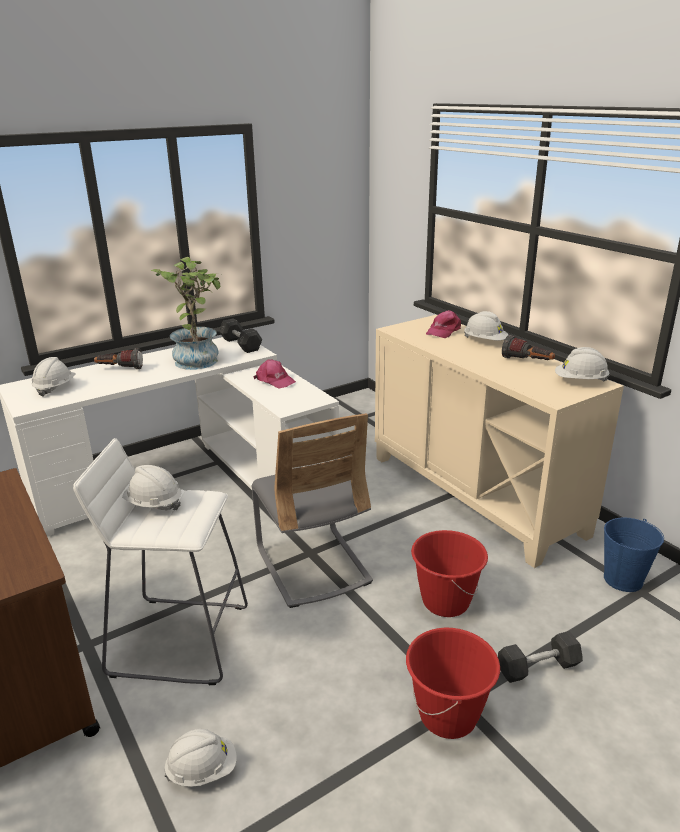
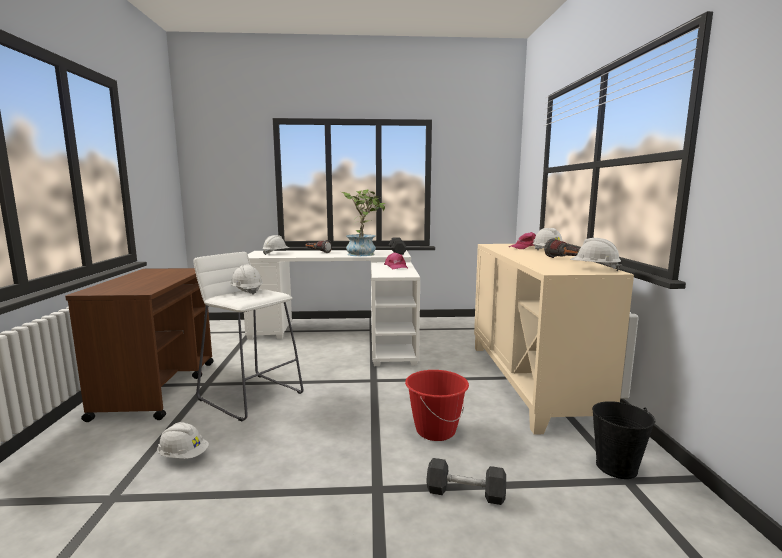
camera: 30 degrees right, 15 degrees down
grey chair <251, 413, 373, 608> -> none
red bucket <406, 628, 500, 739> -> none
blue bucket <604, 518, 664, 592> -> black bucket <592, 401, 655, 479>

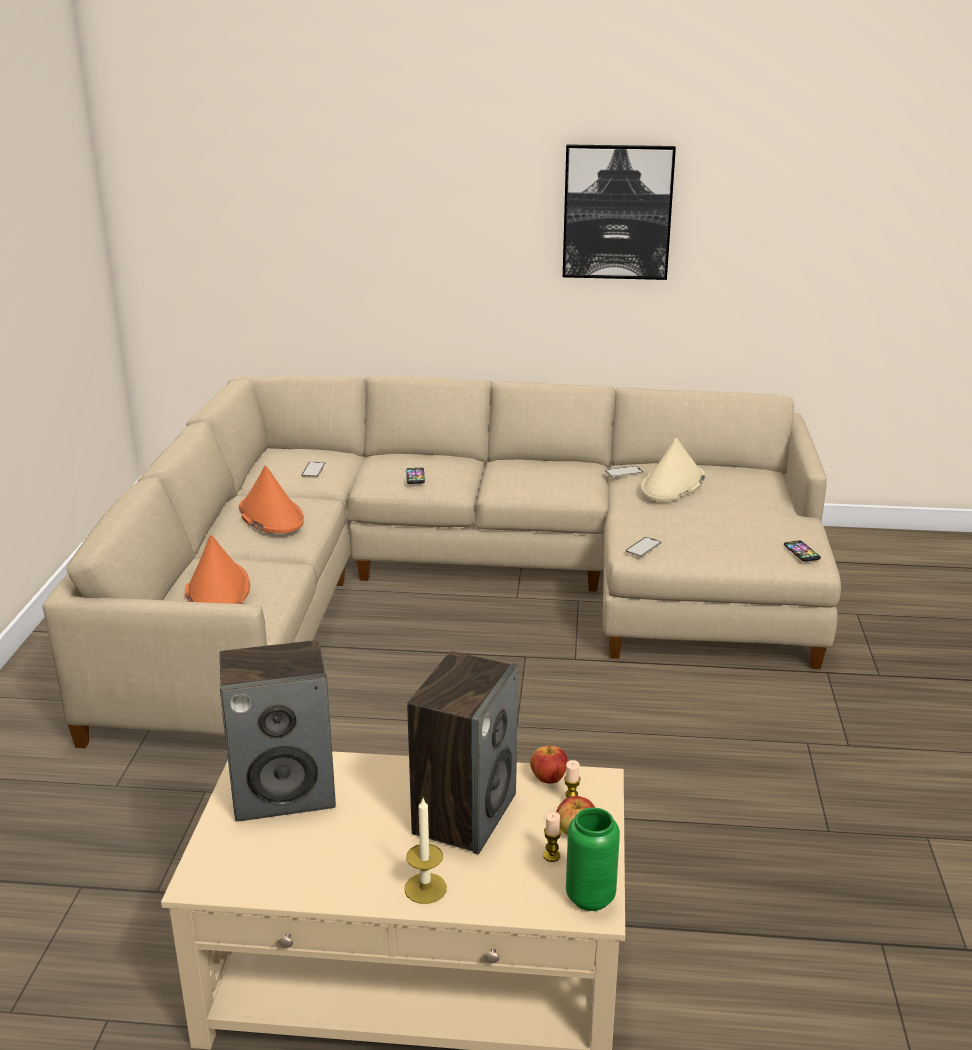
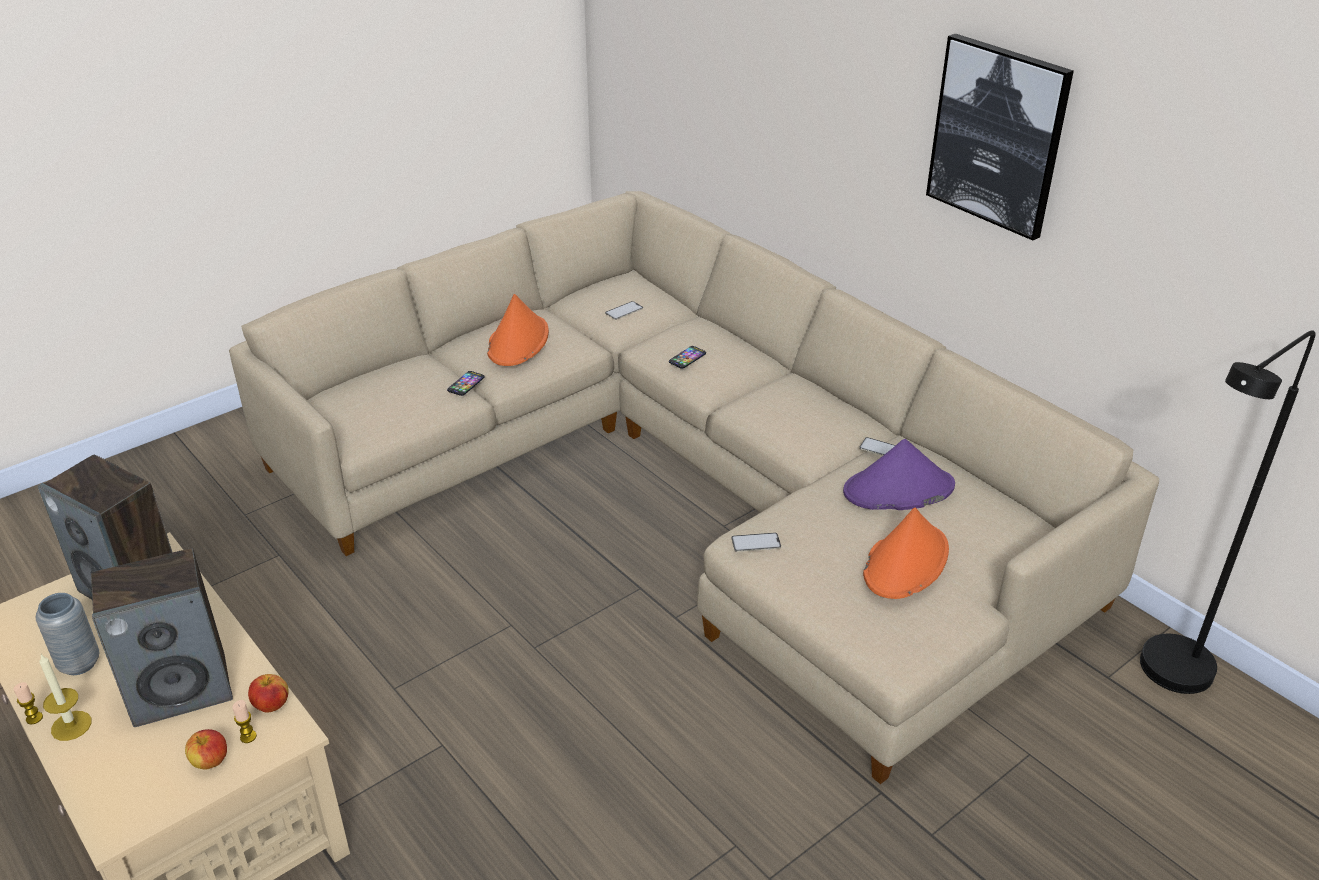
camera: 45 degrees right, 10 degrees up
green vase <566, 807, 620, 911> -> none
none -> grey vase <36, 593, 99, 675>
none -> black floor lamp <1140, 330, 1316, 694>
orange hat <185, 535, 250, 604> -> orange hat <863, 507, 949, 599>, relocated
candle <543, 812, 561, 862> -> candle <14, 682, 43, 724>, relocated
phone <784, 540, 821, 562> -> phone <447, 371, 485, 396>, relocated
beige hat <641, 438, 705, 502> -> purple hat <843, 439, 955, 510>

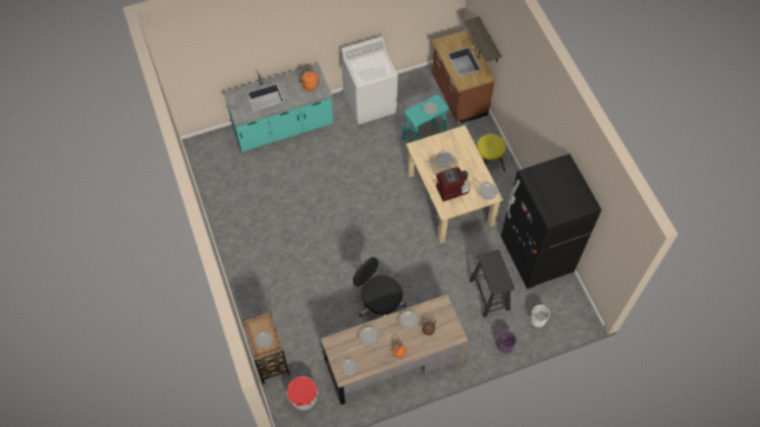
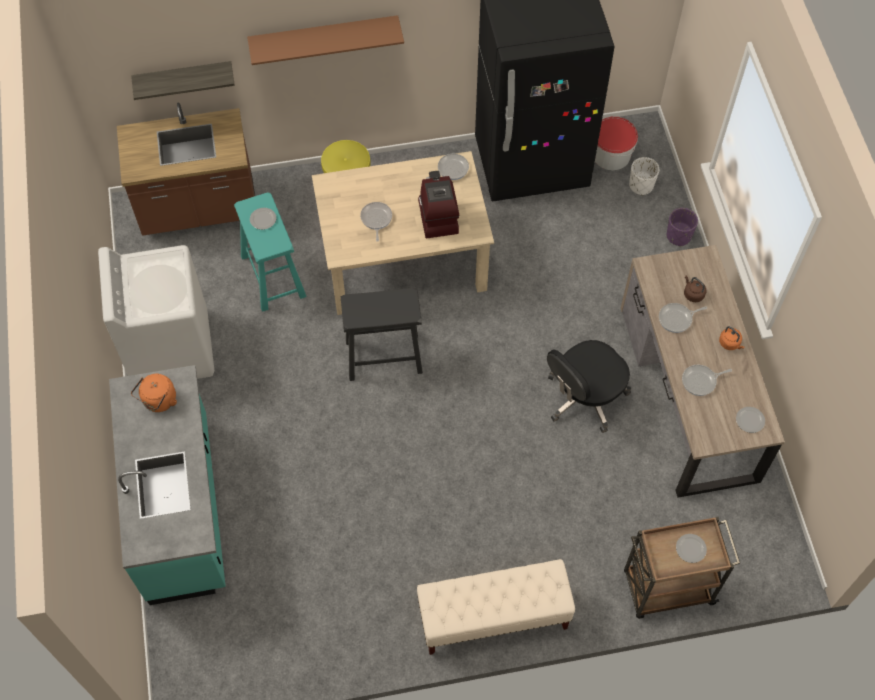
camera: 80 degrees left, 0 degrees up
none -> brown shelf <247, 15, 404, 65>
none -> beige bench <417, 559, 575, 655>
bucket <287, 376, 318, 410> -> bucket <595, 117, 638, 170>, relocated
black stool <469, 250, 515, 317> -> black stool <341, 288, 423, 381>, relocated

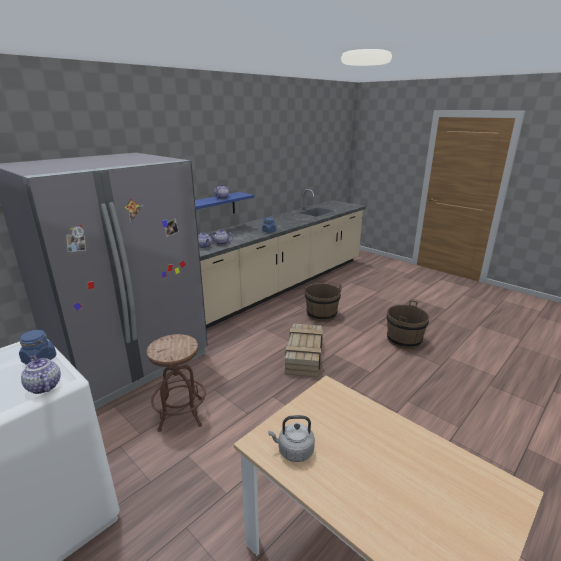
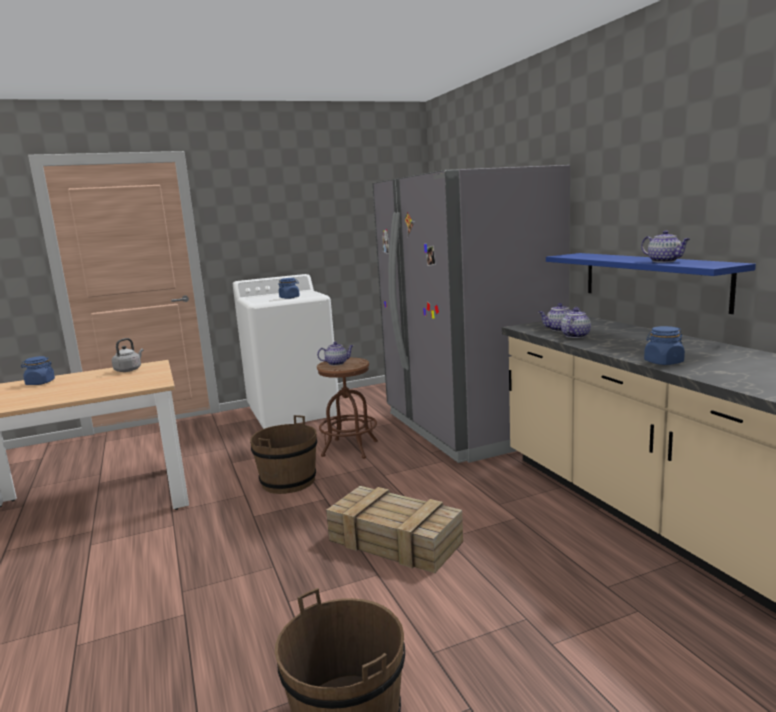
camera: 115 degrees right, 10 degrees down
none -> blue jar <21, 356, 55, 385>
teapot <21, 355, 61, 394> -> teapot <317, 342, 354, 366>, relocated
brown bucket <304, 283, 342, 322> -> brown bucket <250, 415, 317, 494>, relocated

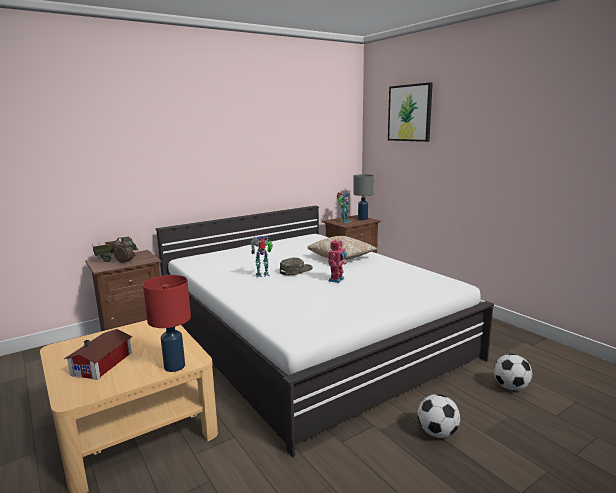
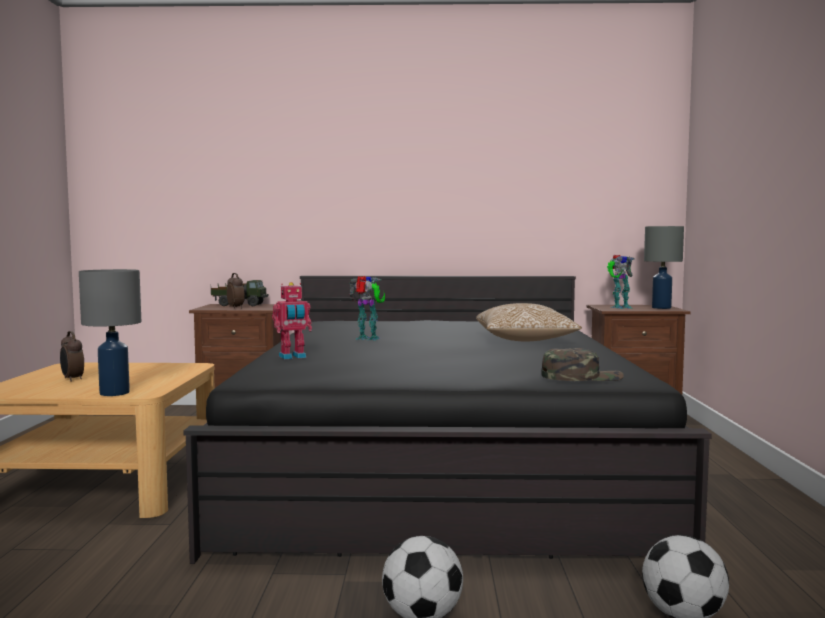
camera: 35 degrees right, 10 degrees down
picture <388, 82, 433, 142> -> none
green cap <280, 258, 313, 275> -> green cap <541, 348, 624, 381>, relocated
toy robot <328, 239, 347, 283> -> toy robot <272, 282, 312, 359>, relocated
toy house <64, 329, 132, 380> -> alarm clock <60, 331, 84, 382>
red table lamp <143, 275, 191, 372> -> grey table lamp <79, 269, 141, 396>
white bed <155, 206, 494, 457> -> black bed <183, 276, 712, 564>

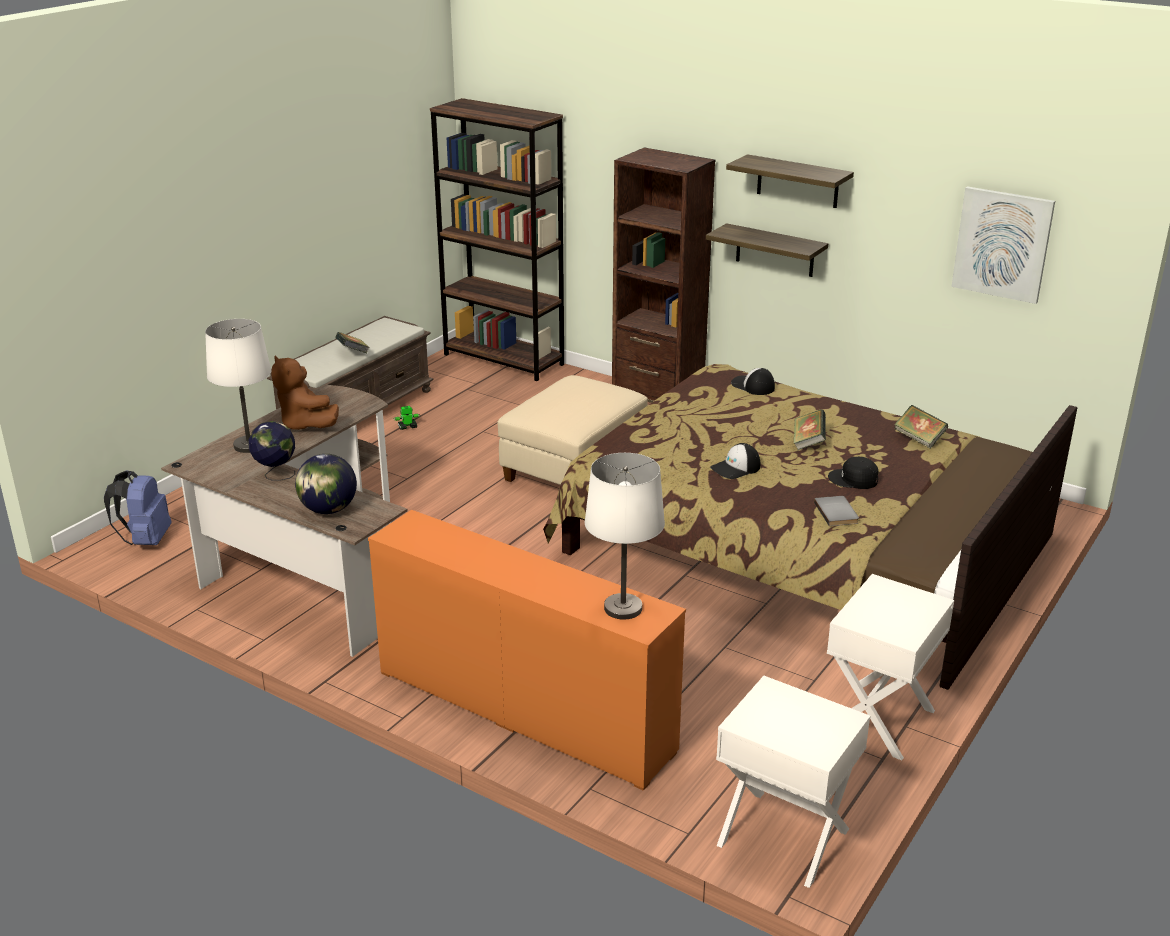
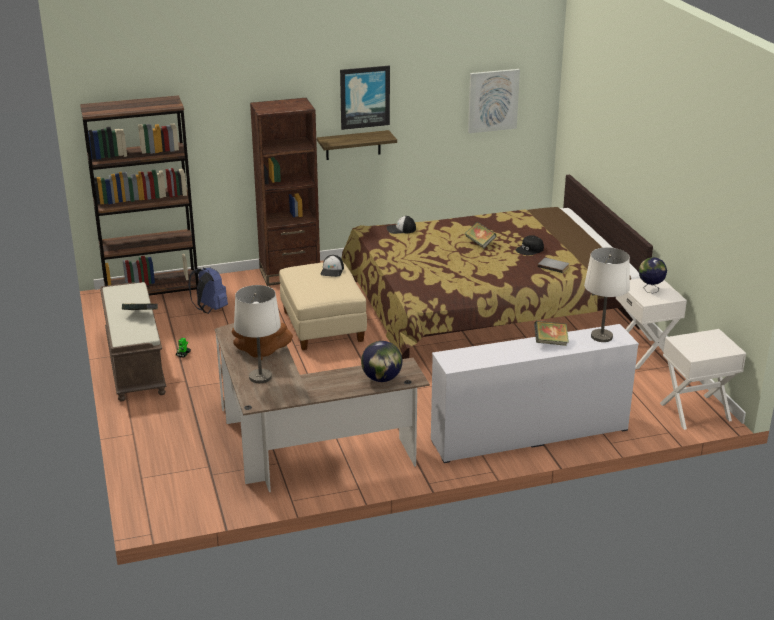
camera: 50 degrees left, 0 degrees up
blue backpack <104, 471, 171, 545> -> blue backpack <188, 268, 228, 314>, relocated
globe <249, 421, 295, 481> -> globe <638, 257, 667, 293>, relocated
cap <710, 443, 760, 479> -> cap <320, 255, 344, 277>, relocated
book <894, 405, 948, 449> -> book <534, 321, 569, 346>, relocated
shelf <726, 154, 854, 208> -> picture <340, 66, 390, 130>
orange dresser <368, 510, 686, 791> -> white dresser <431, 324, 639, 463>

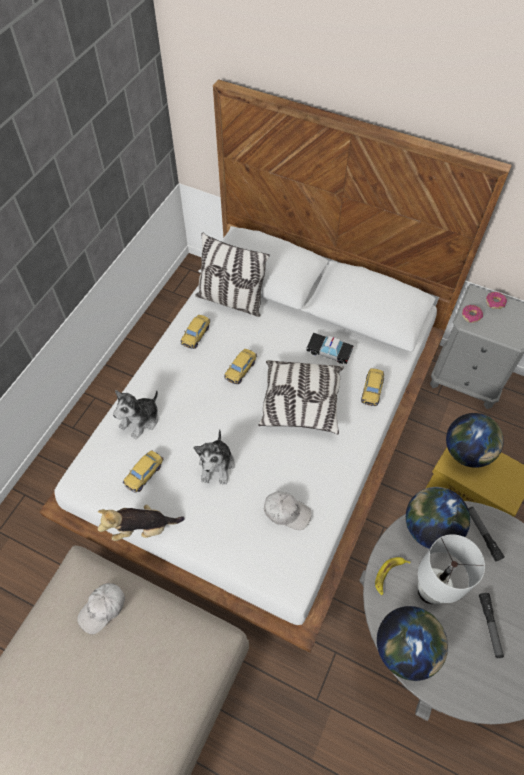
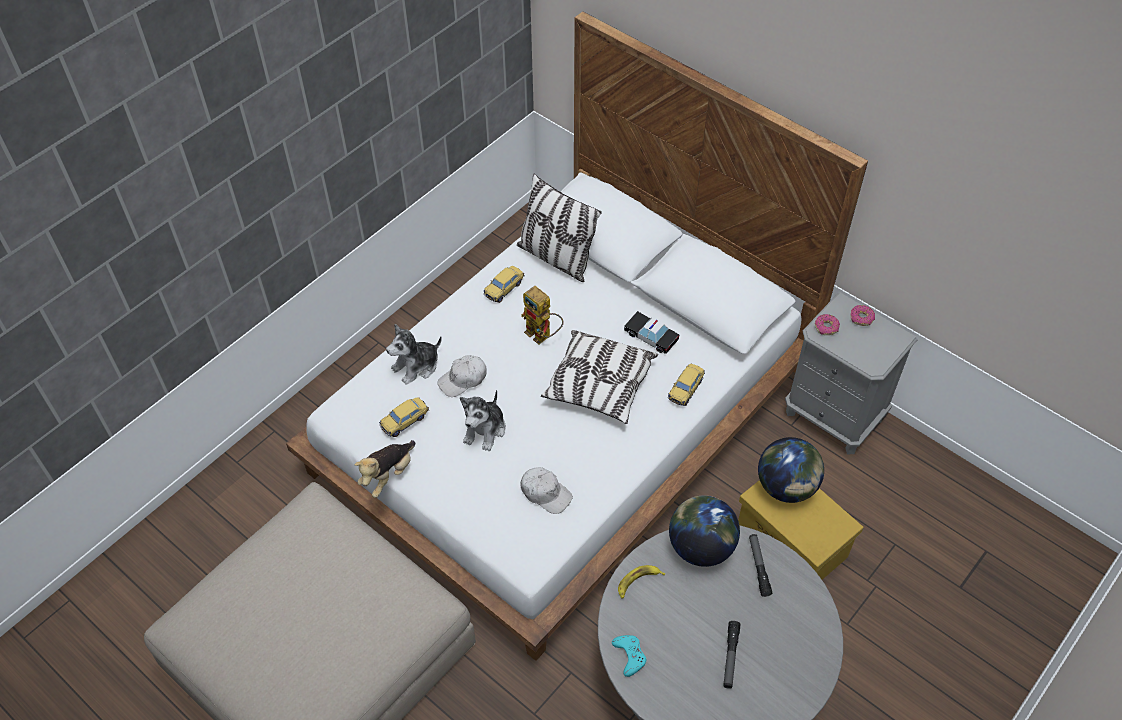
camera: 15 degrees right, 5 degrees down
white table lamp <418, 534, 485, 604> -> none
white cap <77, 583, 125, 634> -> white cap <438, 355, 487, 397>, relocated
toy car <224, 349, 257, 384> -> toy robot <521, 286, 563, 344>
globe <377, 606, 448, 681> -> turquoise game controller <612, 635, 646, 677>
plush toy <97, 504, 185, 541> -> plush toy <355, 440, 415, 498>, 60 degrees counterclockwise

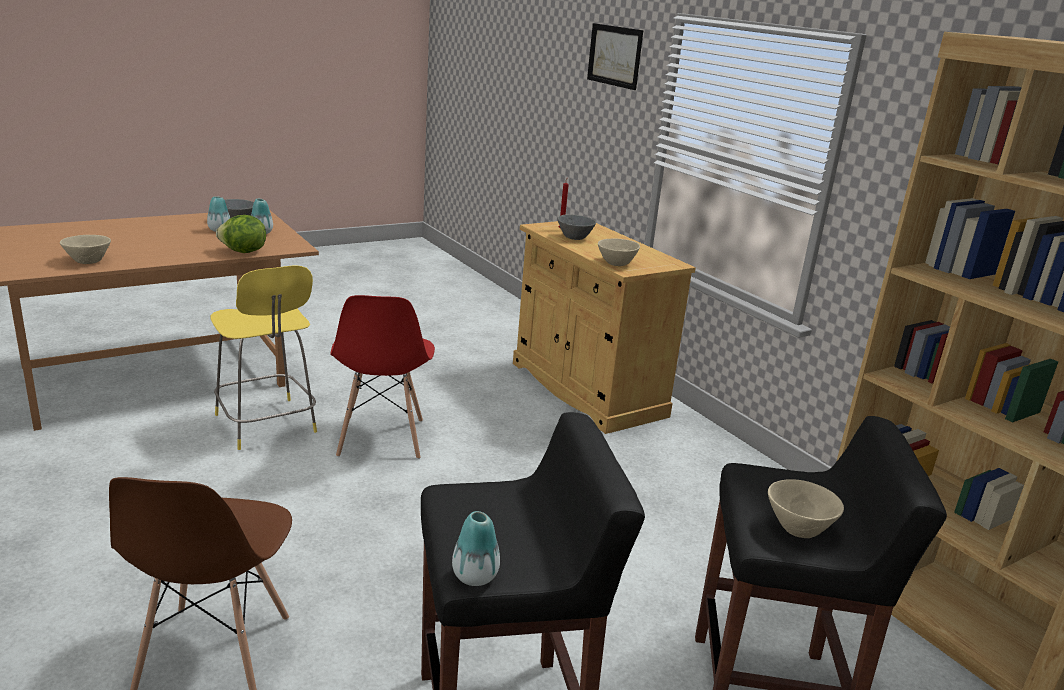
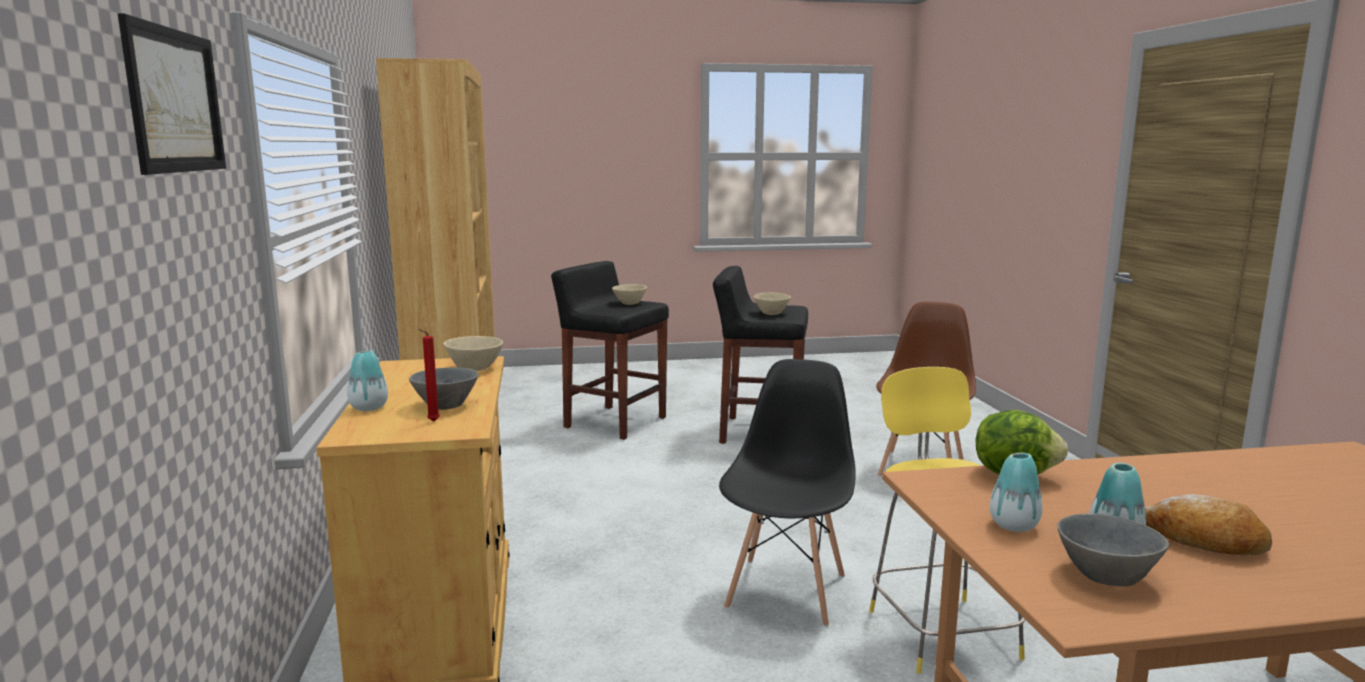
camera: 155 degrees left, 10 degrees down
none -> bread <1145, 494, 1272, 556>
beige bowl <60, 235, 111, 264> -> beige bowl <753, 293, 791, 315>, relocated
vase <452, 511, 500, 586> -> vase <347, 350, 388, 411>, relocated
red chair <330, 295, 435, 459> -> black chair <719, 359, 856, 627>

